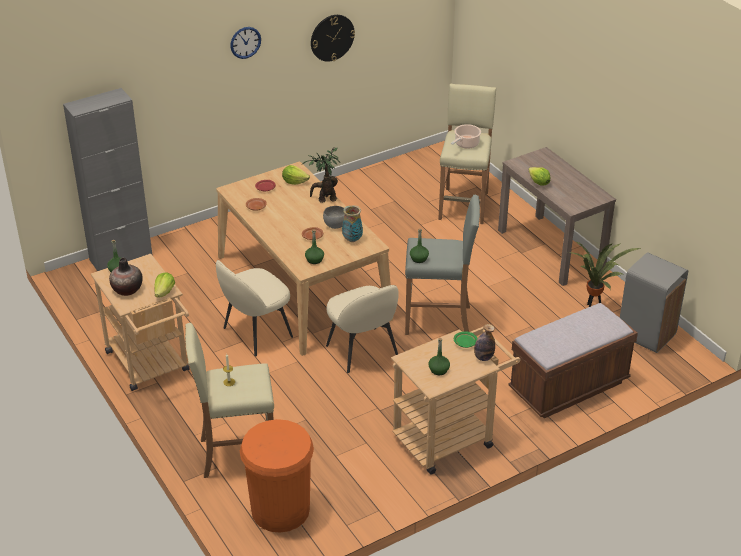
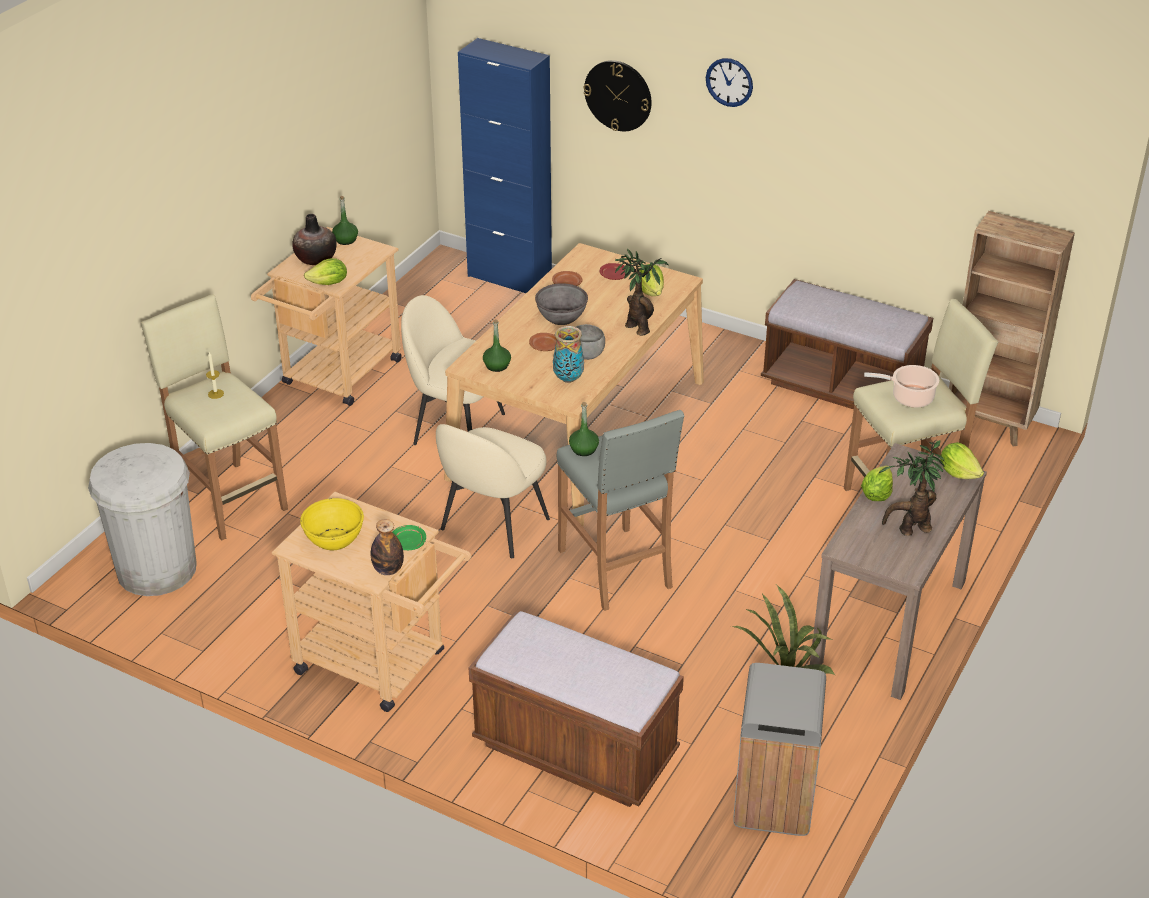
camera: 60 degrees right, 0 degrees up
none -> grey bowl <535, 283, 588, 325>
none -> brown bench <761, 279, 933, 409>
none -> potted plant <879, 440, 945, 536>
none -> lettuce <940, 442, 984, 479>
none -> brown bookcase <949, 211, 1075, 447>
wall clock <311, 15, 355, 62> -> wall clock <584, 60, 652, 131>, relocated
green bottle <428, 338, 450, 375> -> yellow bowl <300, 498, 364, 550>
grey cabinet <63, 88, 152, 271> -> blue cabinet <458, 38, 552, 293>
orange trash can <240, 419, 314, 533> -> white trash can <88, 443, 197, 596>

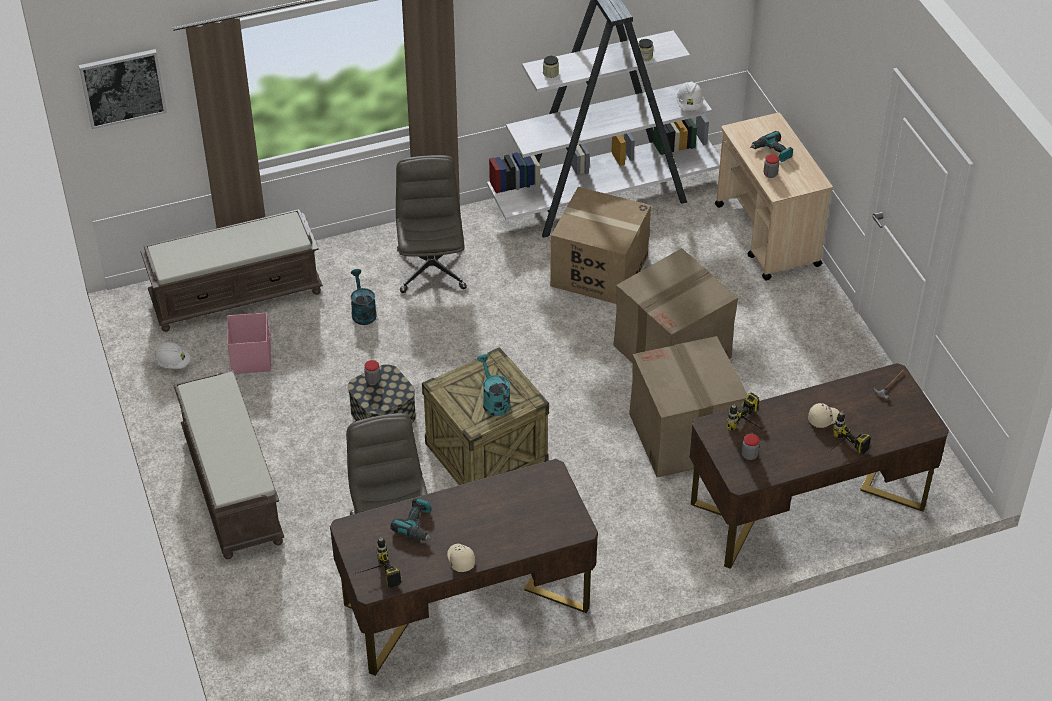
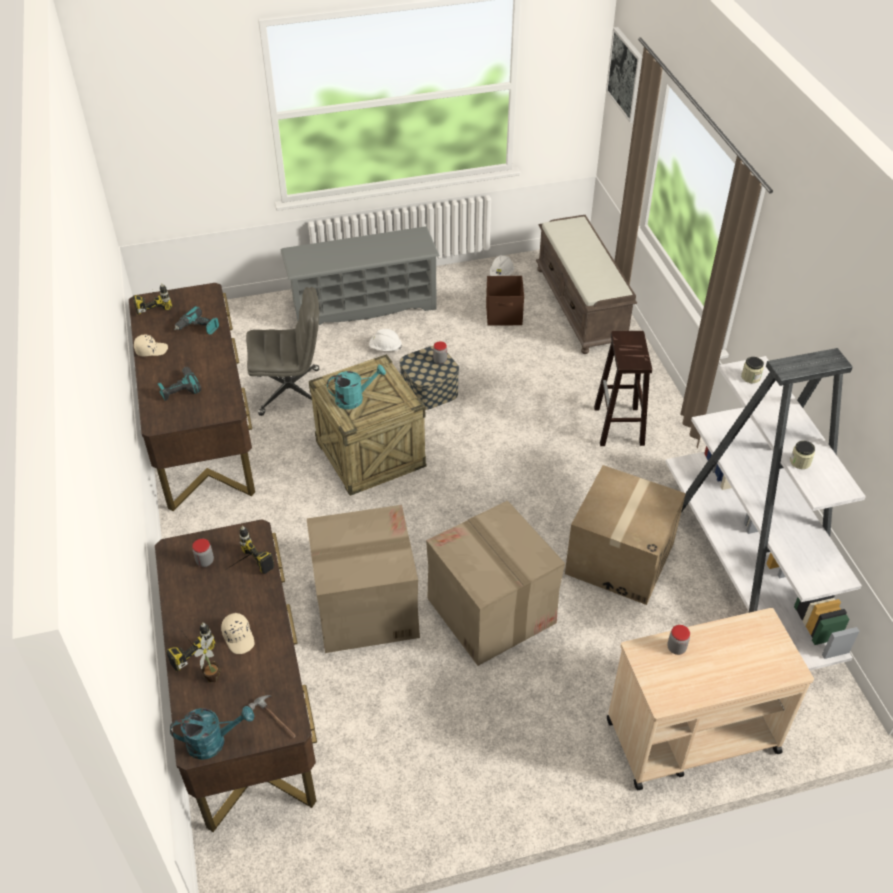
camera: 95 degrees right, 0 degrees up
none -> potted plant <194, 636, 220, 683>
turquoise watering can <351, 269, 377, 325> -> turquoise watering can <170, 706, 254, 760>, relocated
white hard hat <676, 82, 704, 111> -> white hard hat <369, 329, 402, 351>, relocated
power drill <750, 131, 793, 162> -> power drill <157, 366, 201, 401>, relocated
brown bench <174, 370, 284, 559> -> grey shoe rack <281, 226, 439, 325>
grey office chair <396, 155, 467, 293> -> brown stool <594, 331, 652, 446>
pink storage box <227, 313, 271, 374> -> brown storage box <486, 276, 524, 326>

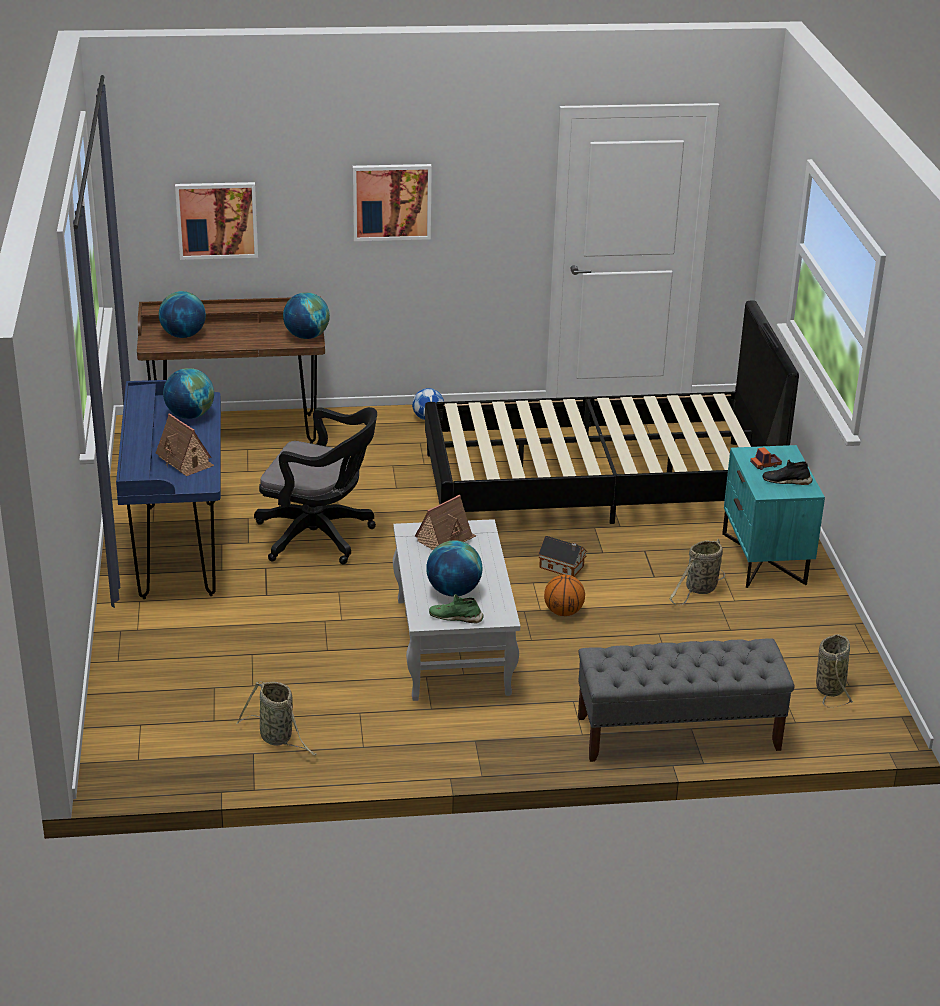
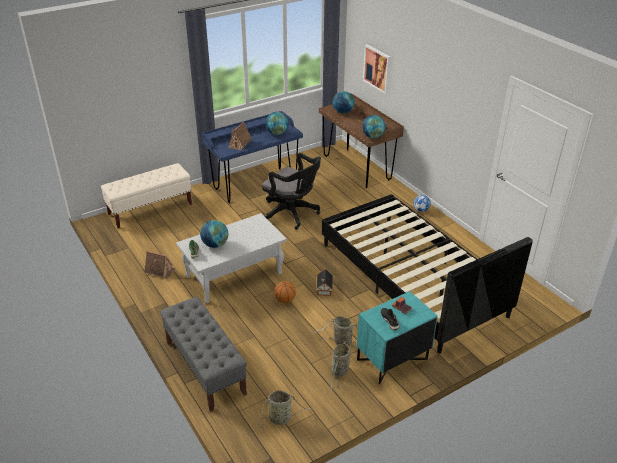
camera: 65 degrees right, 5 degrees up
picture <353, 164, 432, 241> -> none
none -> beige bench <101, 163, 192, 228>
basket <237, 681, 317, 755> -> basket <331, 341, 351, 391>, relocated
toy house <415, 495, 476, 550> -> toy house <144, 251, 176, 279>, relocated
black office chair <254, 407, 377, 565> -> black office chair <262, 153, 321, 230>, 45 degrees counterclockwise

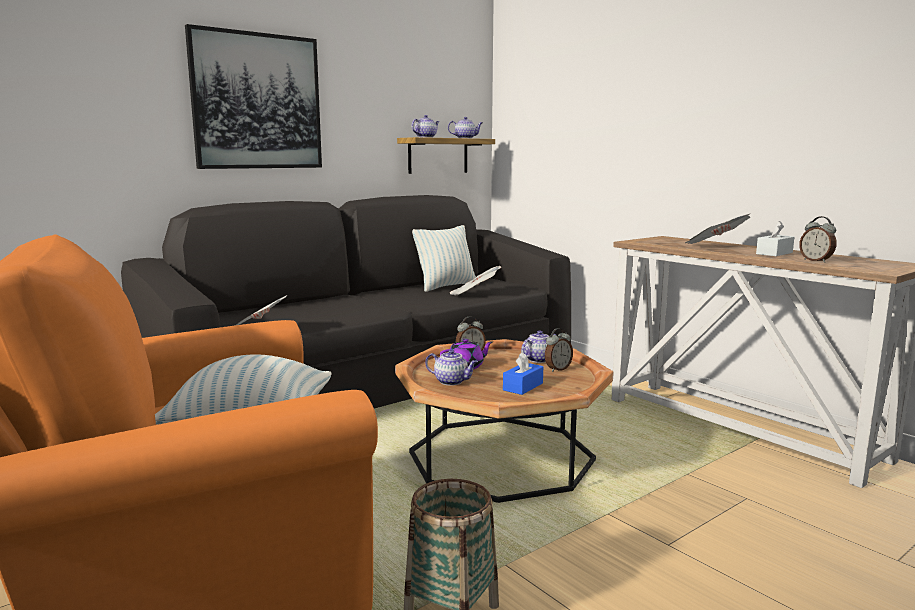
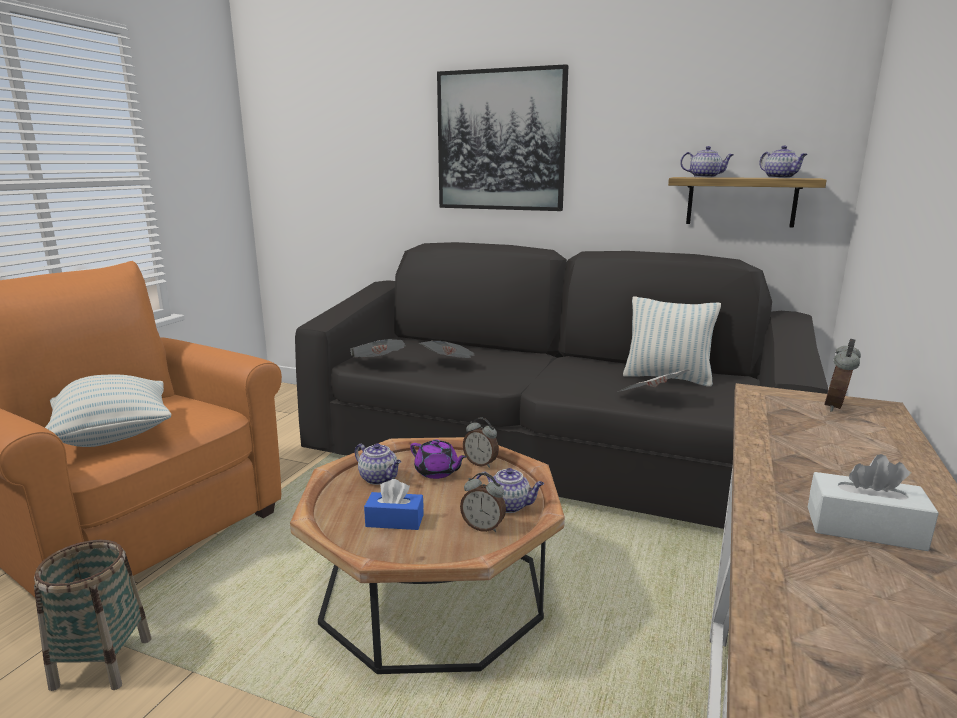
camera: 60 degrees right, 5 degrees up
newspaper <685, 214, 750, 244> -> newspaper <419, 341, 475, 358>, relocated
alarm clock <799, 216, 837, 263> -> alarm clock <824, 339, 861, 412>, relocated
teapot <425, 349, 478, 386> -> teapot <355, 443, 401, 485>, 45 degrees counterclockwise

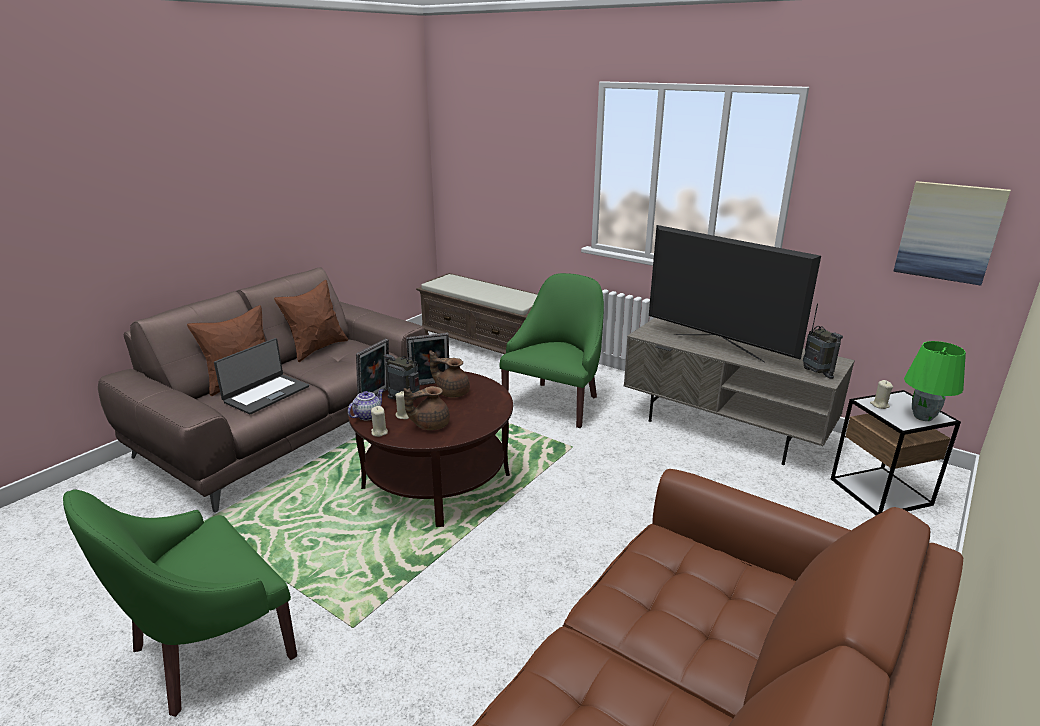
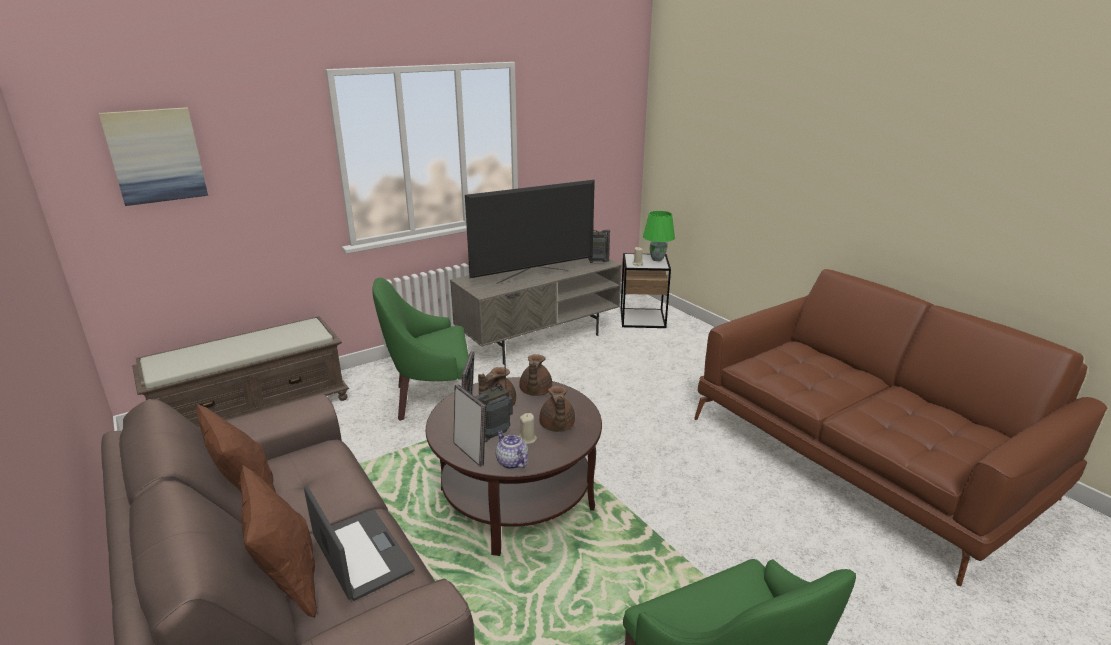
camera: 70 degrees left, 0 degrees up
beige candle <371, 406, 388, 437> -> none
none -> brown teapot <519, 354, 552, 396>
picture <893, 181, 1011, 285> -> picture <99, 107, 208, 206>, relocated
green armchair <500, 273, 604, 428> -> green armchair <372, 278, 469, 421>, 60 degrees counterclockwise

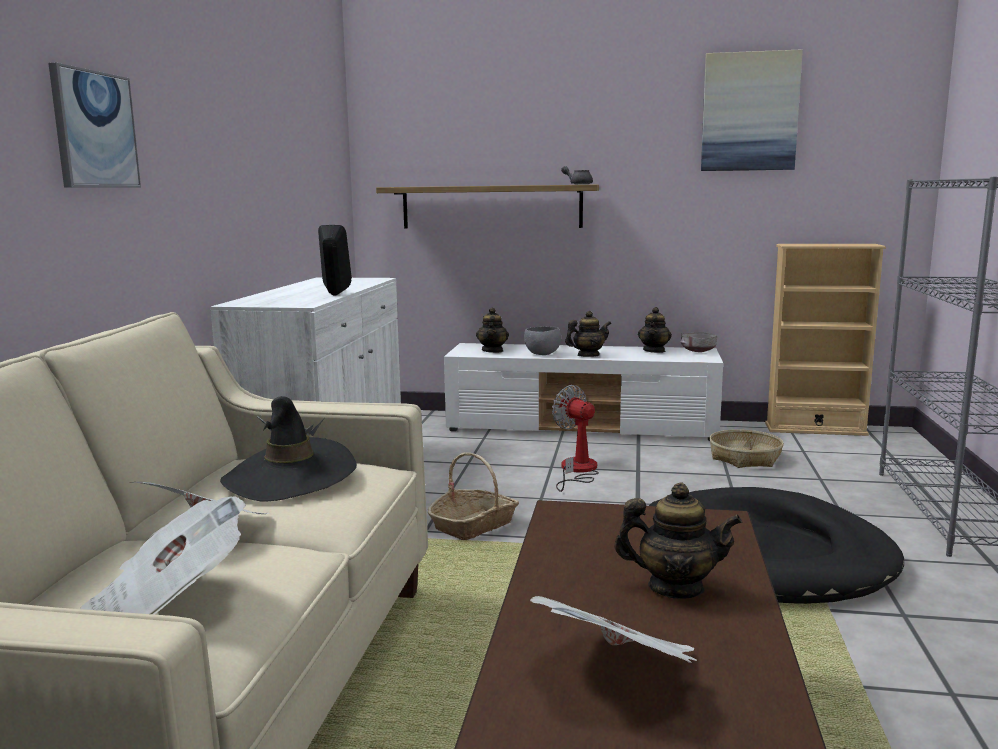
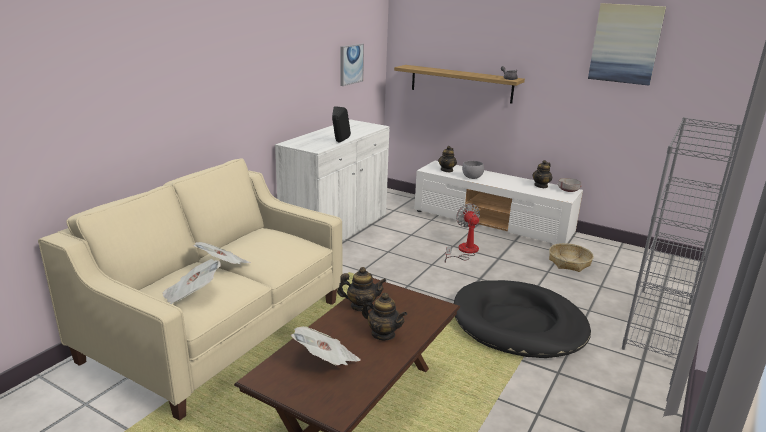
camera: 20 degrees right, 10 degrees up
black hat <220, 396, 357, 502> -> none
basket <428, 452, 519, 540> -> none
beige bookcase <765, 244, 886, 436> -> none
picture <48, 63, 141, 188> -> picture <340, 44, 364, 86>, relocated
teapot <565, 311, 611, 357> -> teapot <337, 267, 387, 311>, relocated

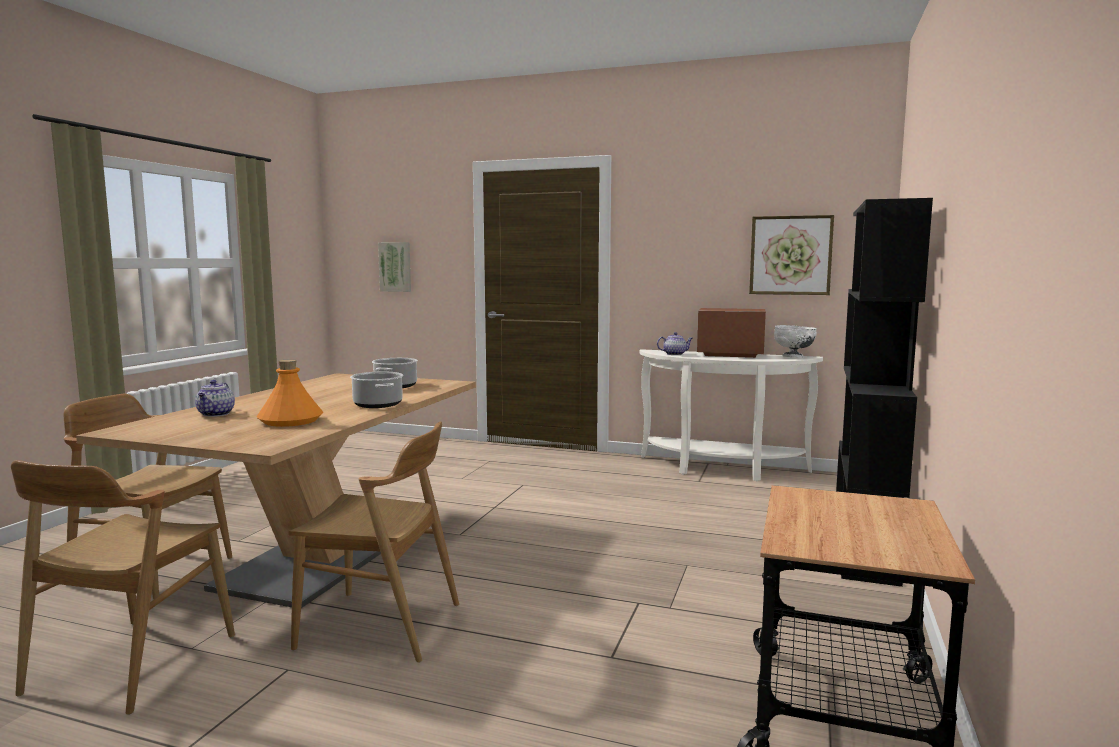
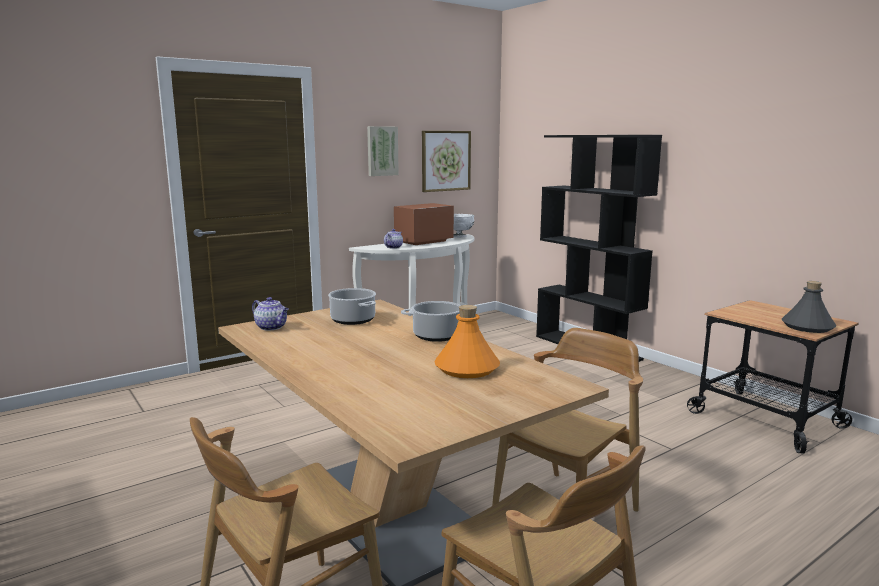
camera: 55 degrees left, 5 degrees up
none -> grey bottle <782, 281, 836, 333>
teapot <195, 380, 235, 417> -> teapot <252, 297, 289, 331>, relocated
picture <378, 242, 411, 292> -> picture <367, 126, 399, 176>, relocated

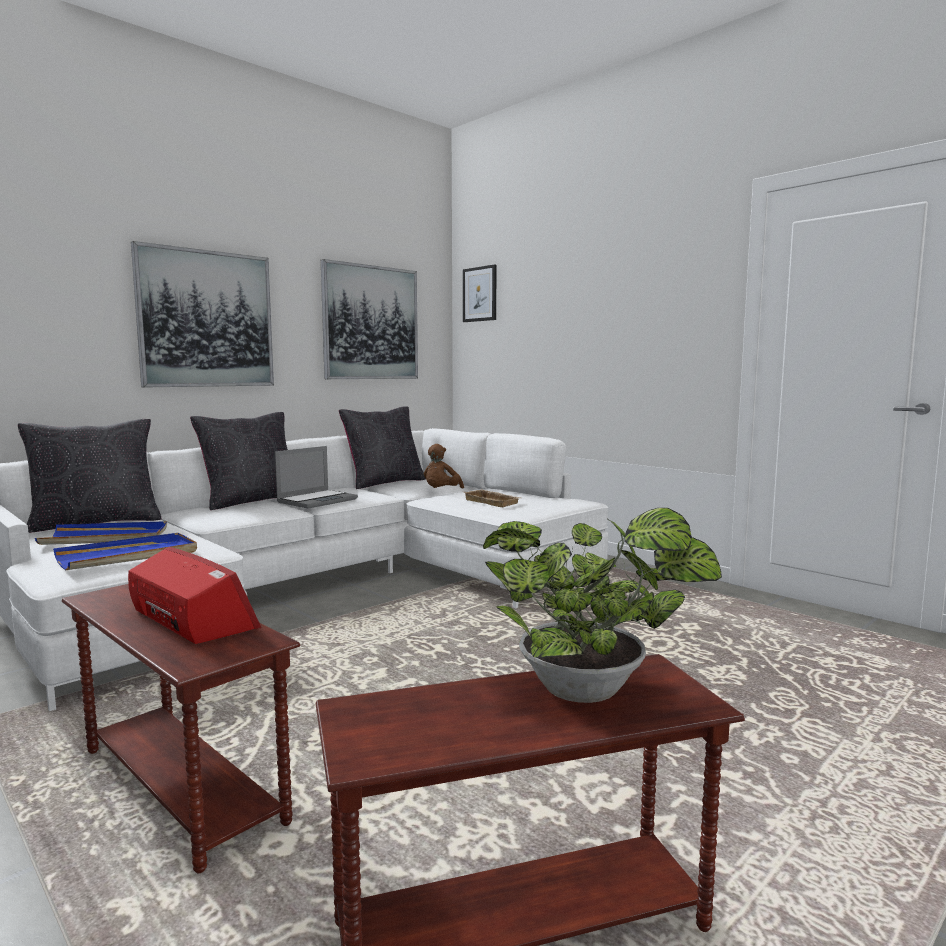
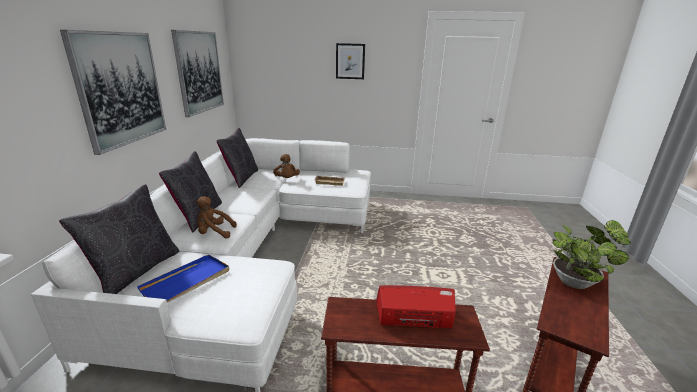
camera: 40 degrees left, 15 degrees up
blue tray <53, 533, 197, 570> -> none
laptop <275, 446, 358, 509> -> none
none -> brown plush toy <196, 196, 237, 239>
picture <463, 264, 496, 322> -> picture <336, 43, 365, 79>, relocated

